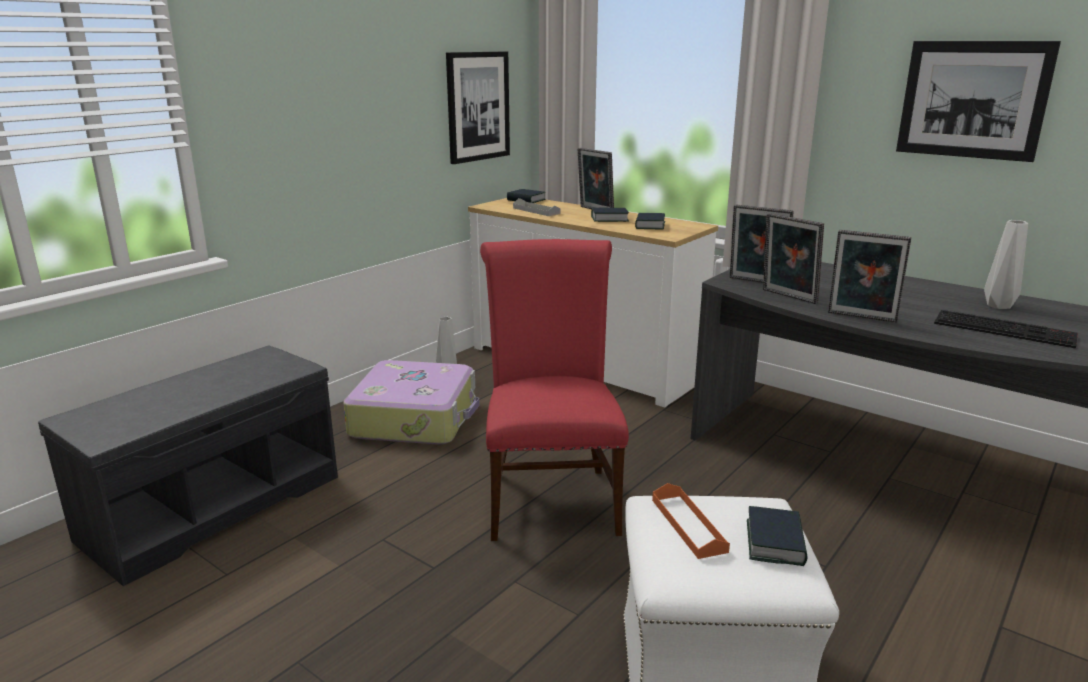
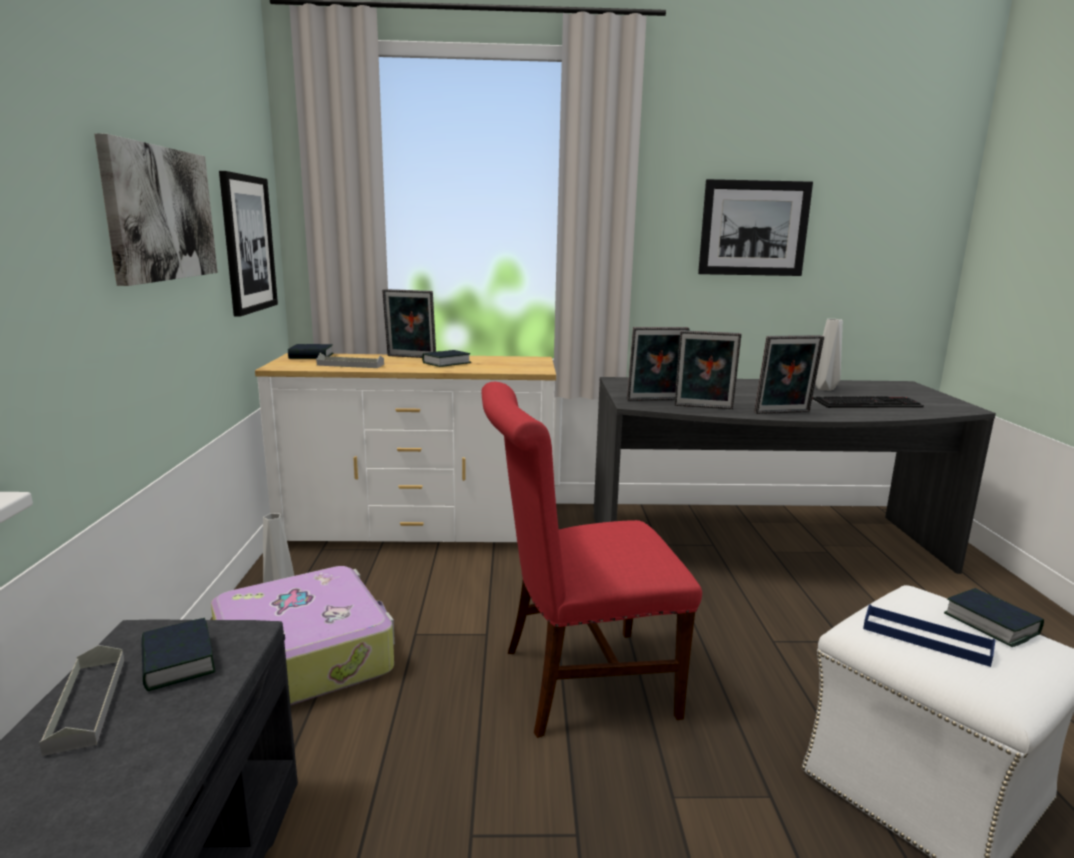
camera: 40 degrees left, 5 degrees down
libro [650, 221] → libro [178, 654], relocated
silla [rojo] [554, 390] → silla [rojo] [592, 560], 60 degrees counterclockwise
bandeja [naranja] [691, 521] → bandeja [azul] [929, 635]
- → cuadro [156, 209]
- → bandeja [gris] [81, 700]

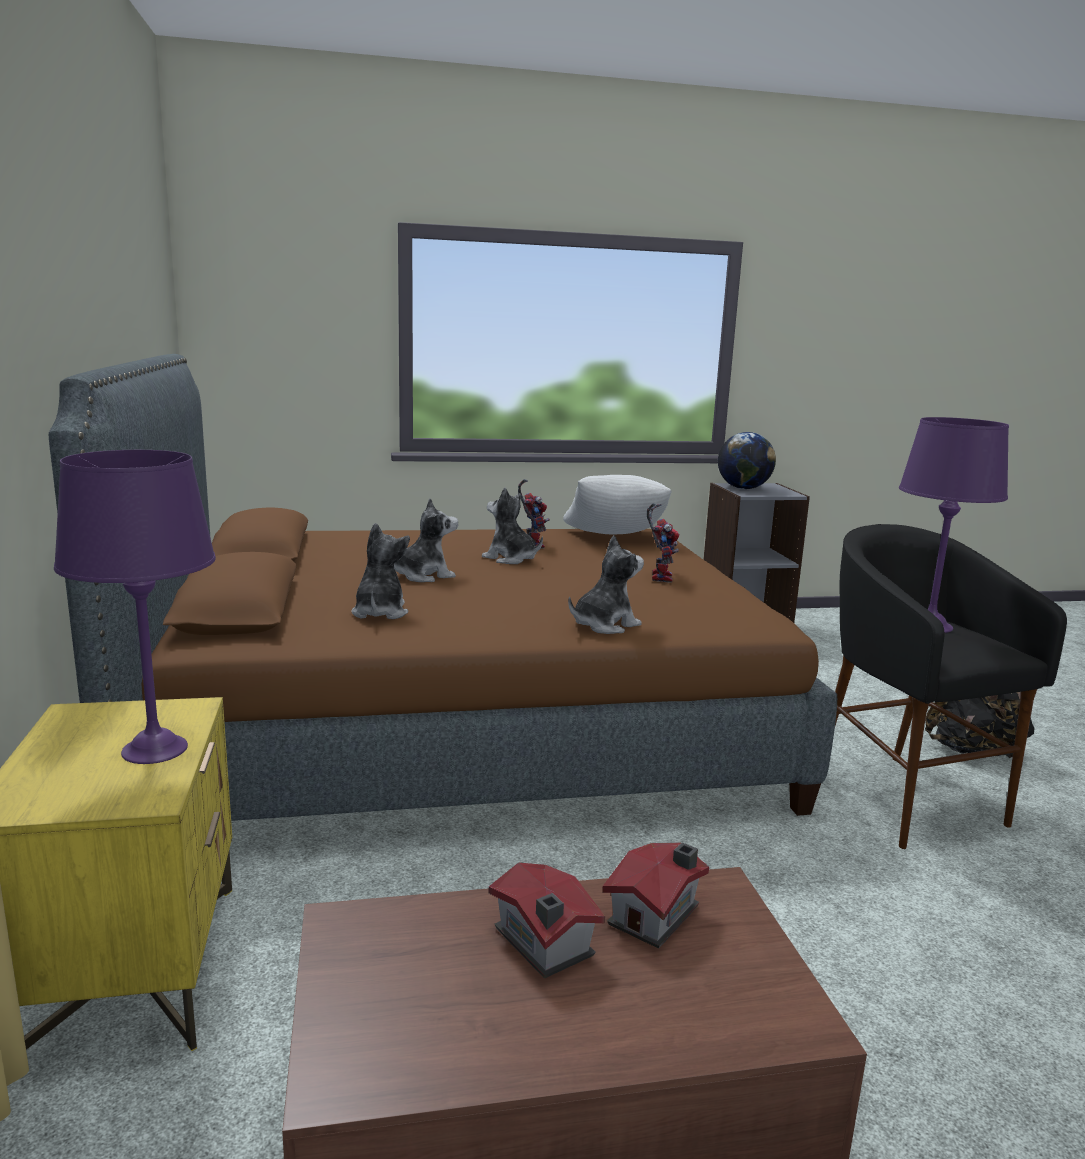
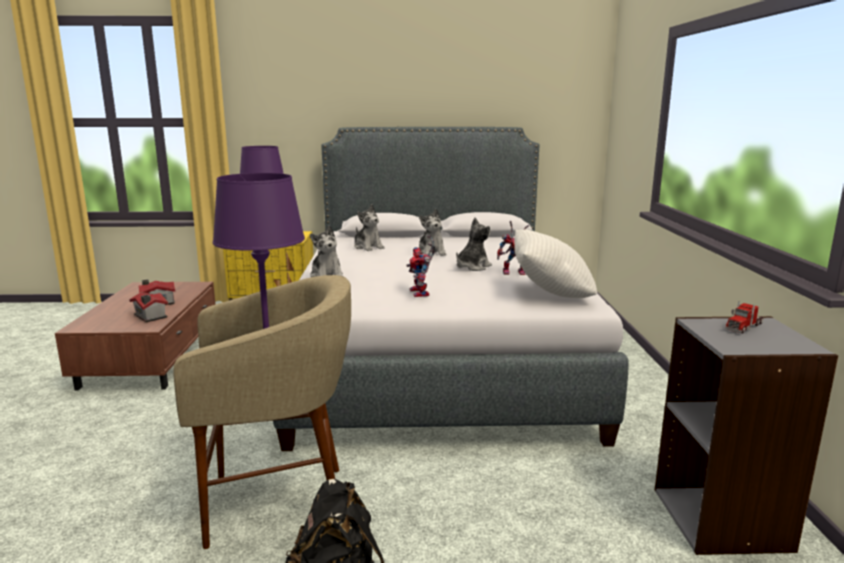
camera: 100 degrees right, 0 degrees up
cama [marrón] [443, 587] → cama [gris] [451, 289]
globo terráqueo [747, 460] → camión de juguete [744, 317]
robot de juguete [663, 543] → robot de juguete [420, 266], 60 degrees clockwise
peluche [381, 571] → peluche [369, 227], 45 degrees clockwise
taburete [negro] [951, 686] → taburete [beis] [262, 412]

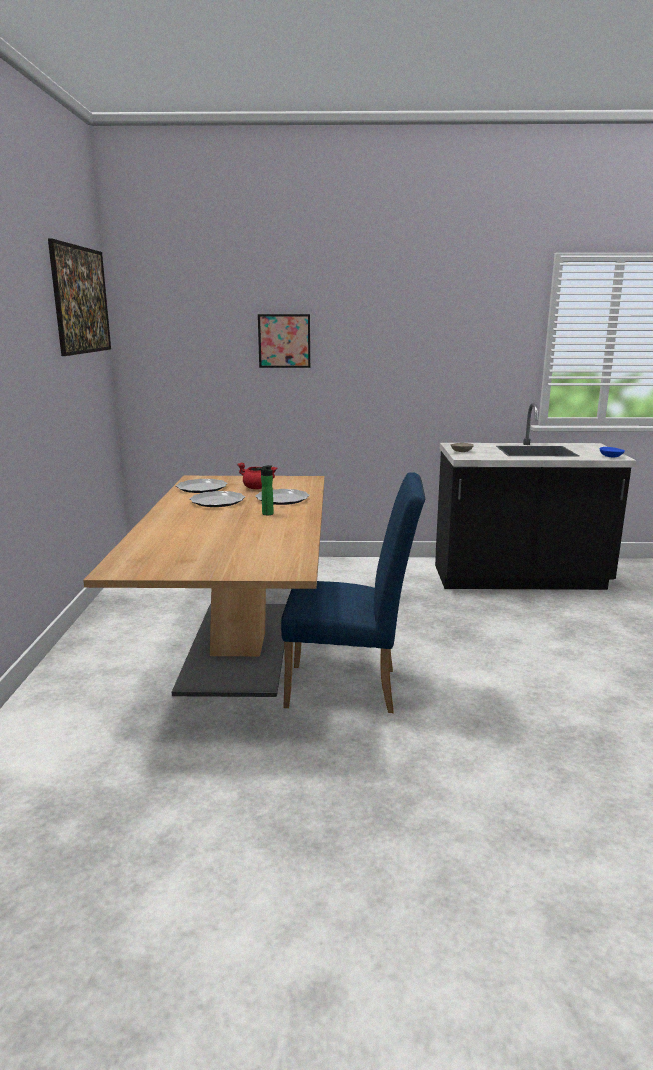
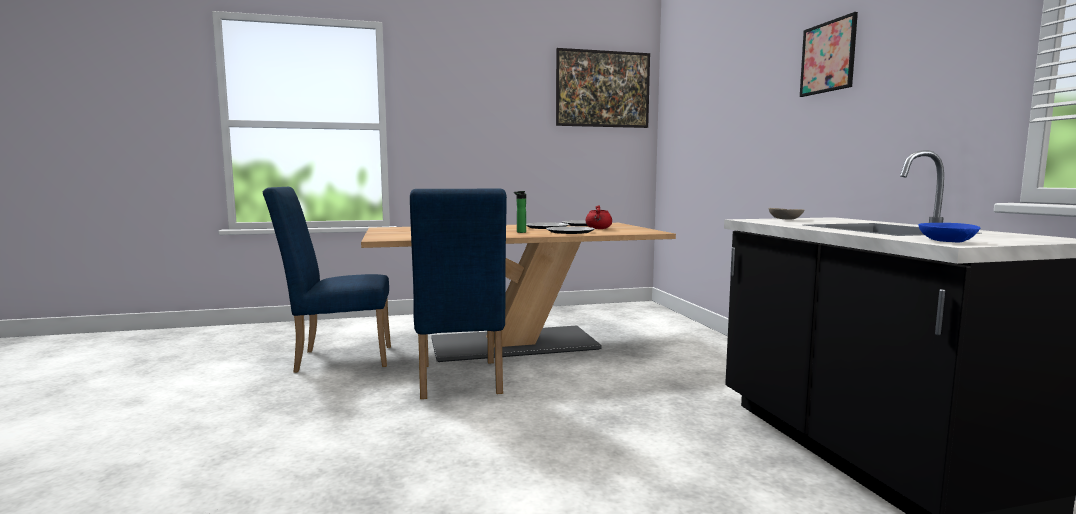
camera: 75 degrees right, 10 degrees down
cuadro [284, 341] → cuadro [829, 54], relocated
- → silla [azul] [327, 280]

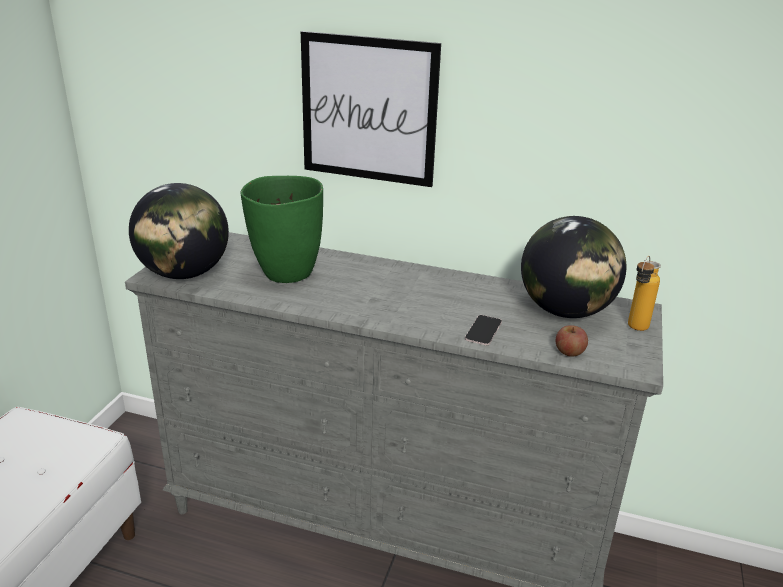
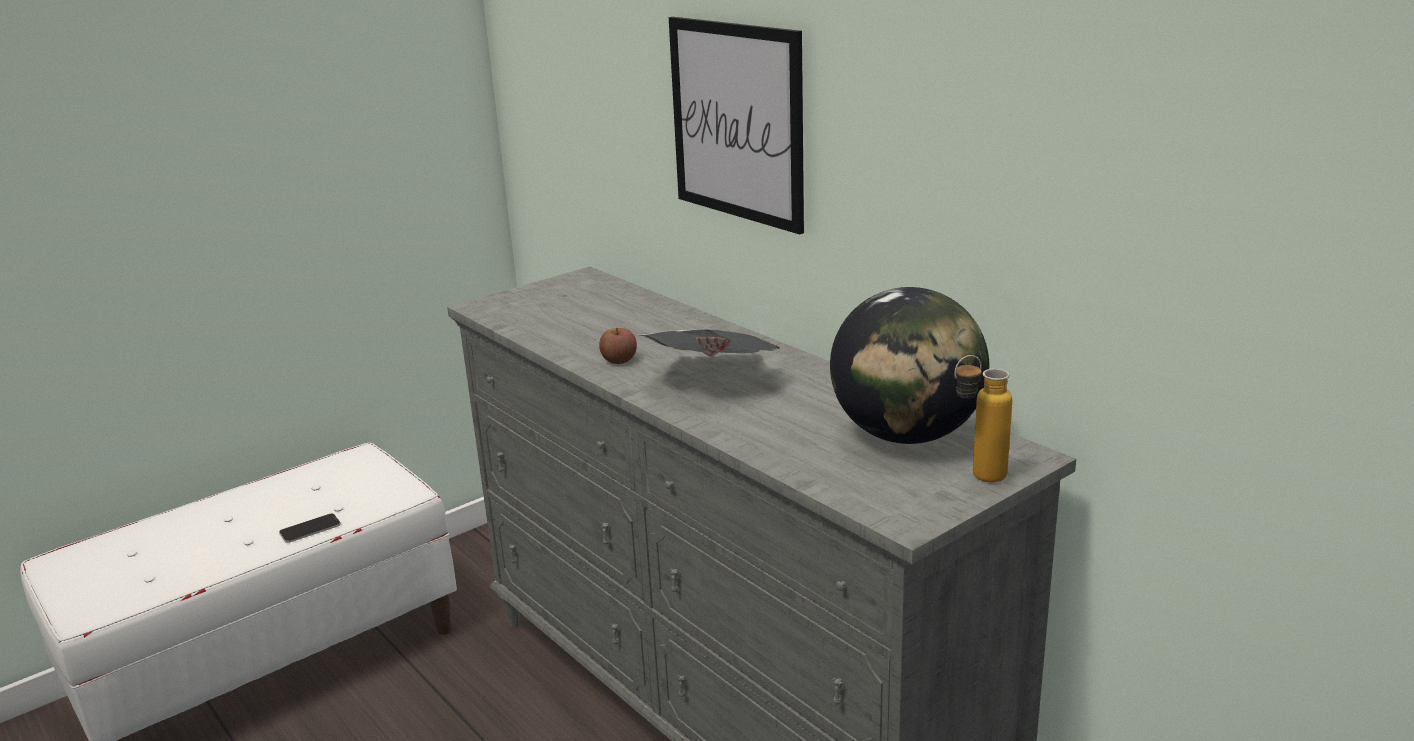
camera: 35 degrees right, 5 degrees down
florero [verde] [281, 229] → -
globo terráqueo [179, 231] → -
móvil [483, 330] → móvil [310, 528], relocated
manzana [572, 341] → manzana [618, 346], relocated
- → periódico [710, 342]

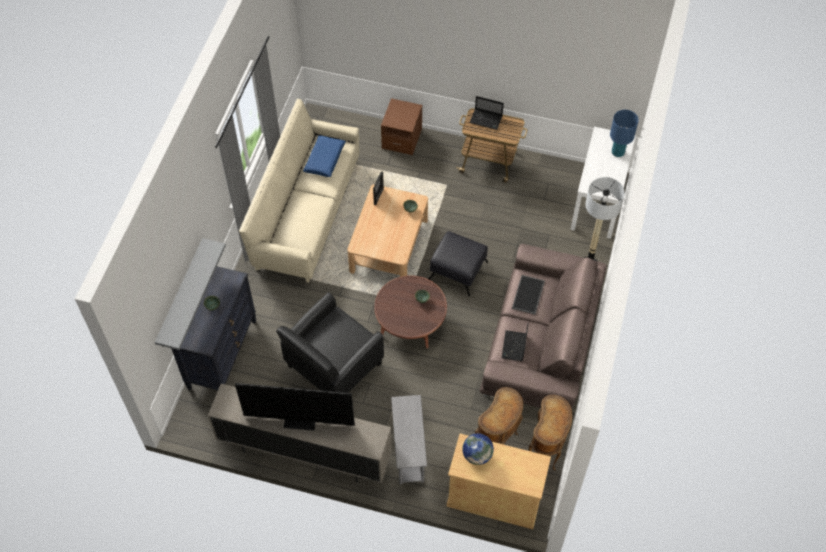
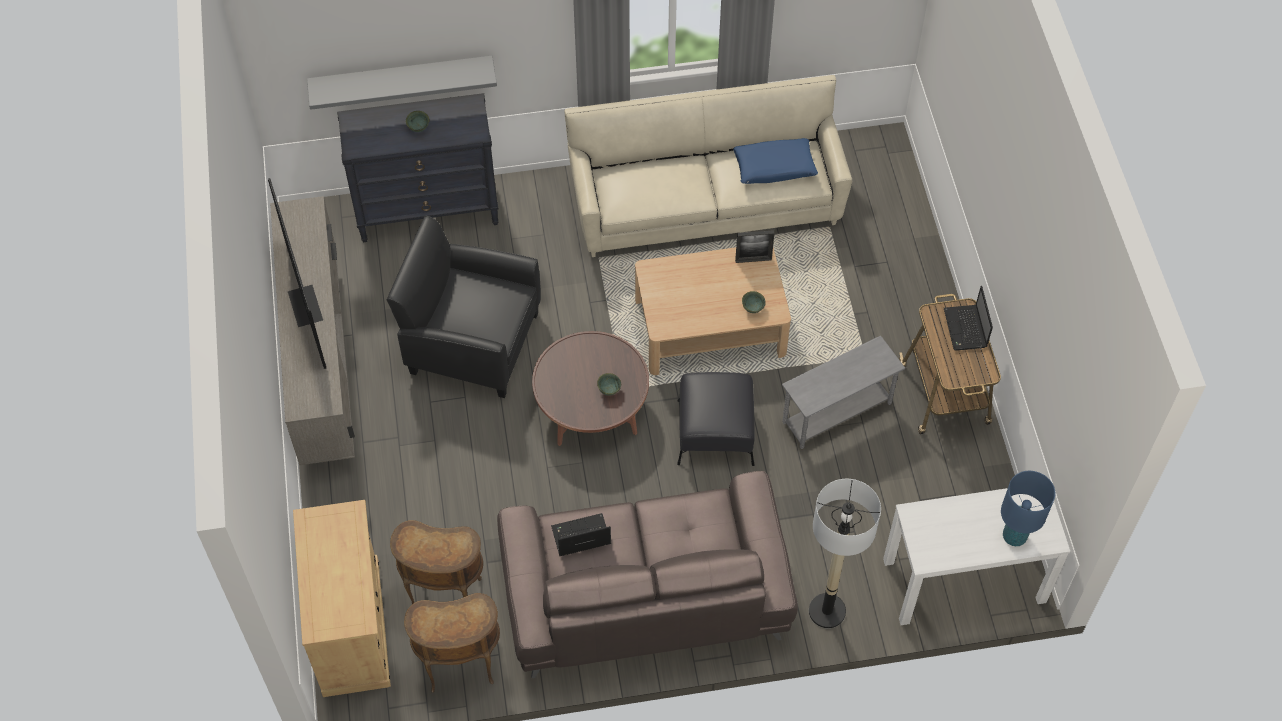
camera: 65 degrees right, 0 degrees up
mesita de noche [marrón] [401, 126] → -
bandeja [528, 294] → -
mesa auxiliar [gris] [409, 440] → mesa auxiliar [gris] [843, 392], relocated
globo terráqueo [478, 449] → -

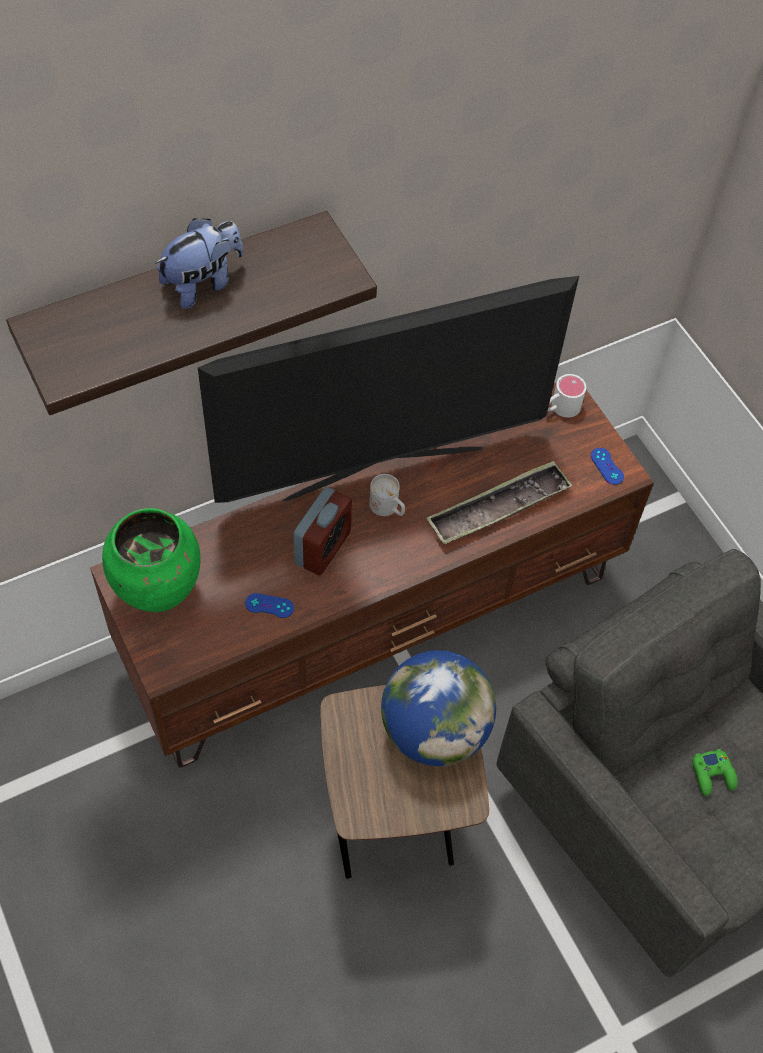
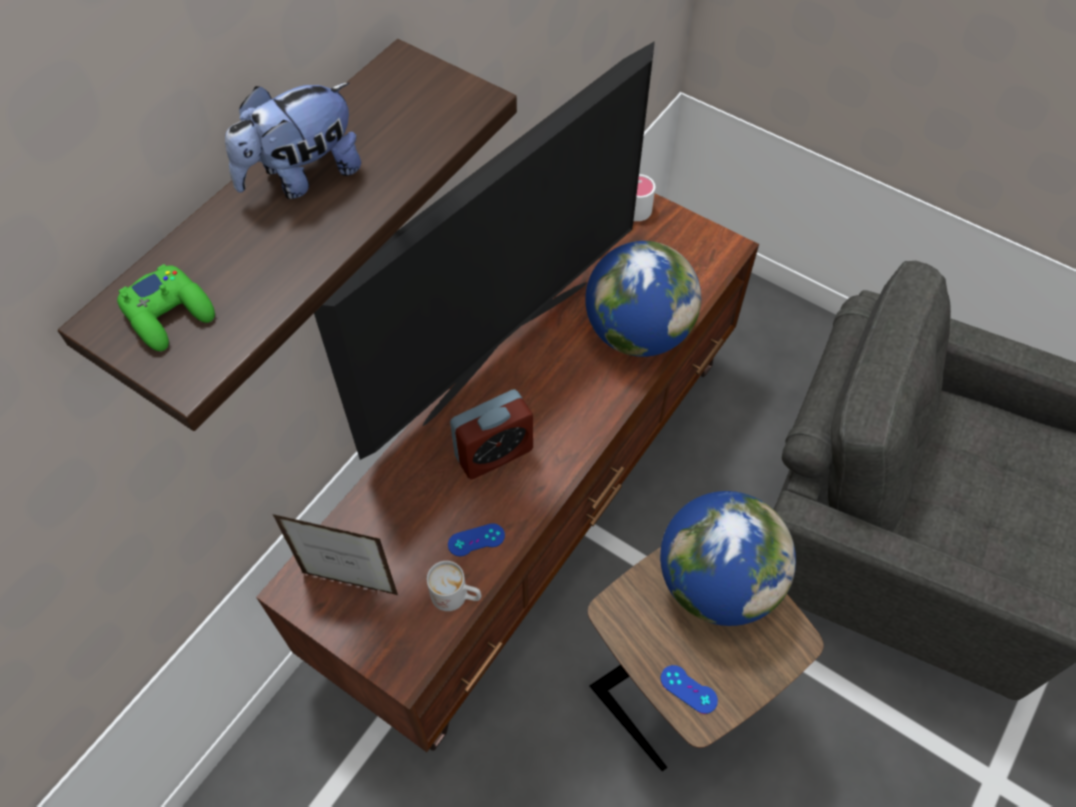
camera: 25 degrees left, 0 degrees up
peluche [199, 263] → peluche [293, 141], 150 degrees counterclockwise
mando de consola [azul] [607, 466] → mando de consola [azul] [689, 689], relocated
bandeja [499, 503] → globo terráqueo [643, 299]
taza grande [blanco] [387, 495] → taza grande [blanco] [454, 586], relocated
despertador [323, 531] → despertador [491, 434], 60 degrees clockwise
florero [verde] [151, 560] → portarretratos [335, 554]
mando de consola [verde] [715, 772] → mando de consola [verde] [166, 307], relocated

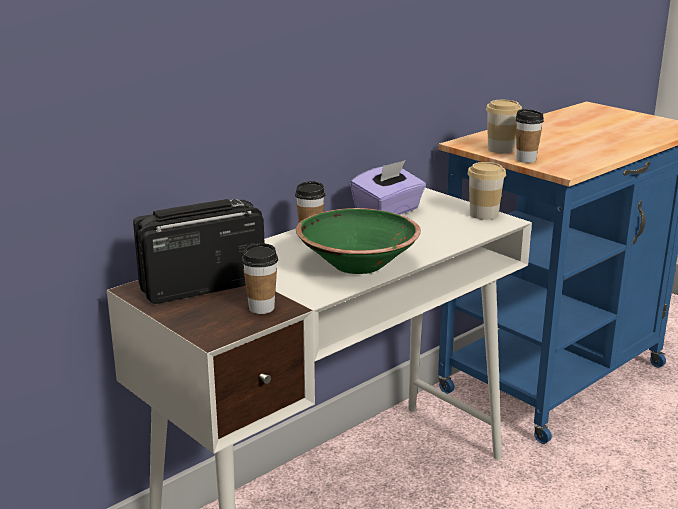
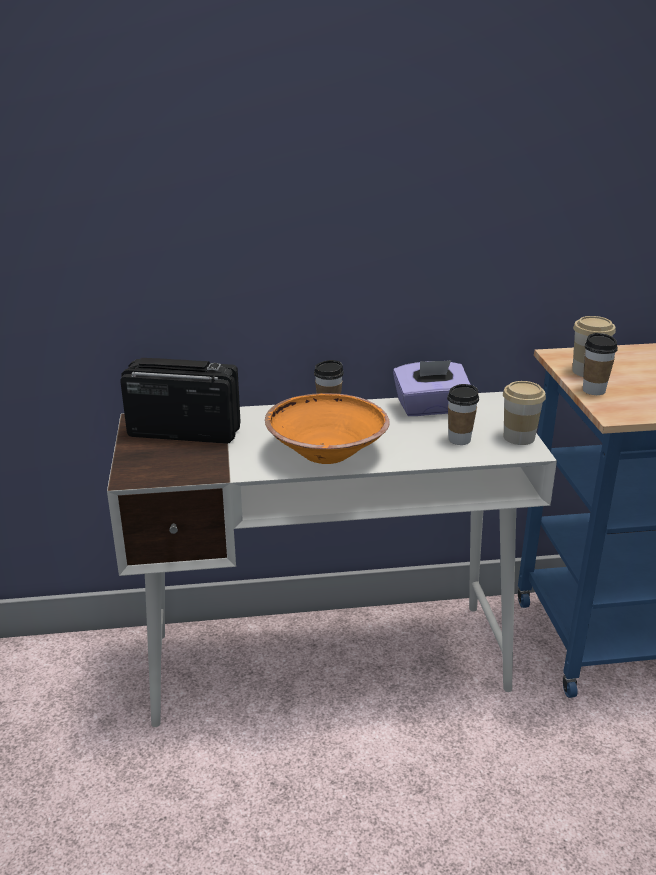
camera: 35 degrees right, 5 degrees up
cuenco [verde] [358, 241] → cuenco [naranja] [327, 428]
taza [260, 278] → taza [463, 414], relocated

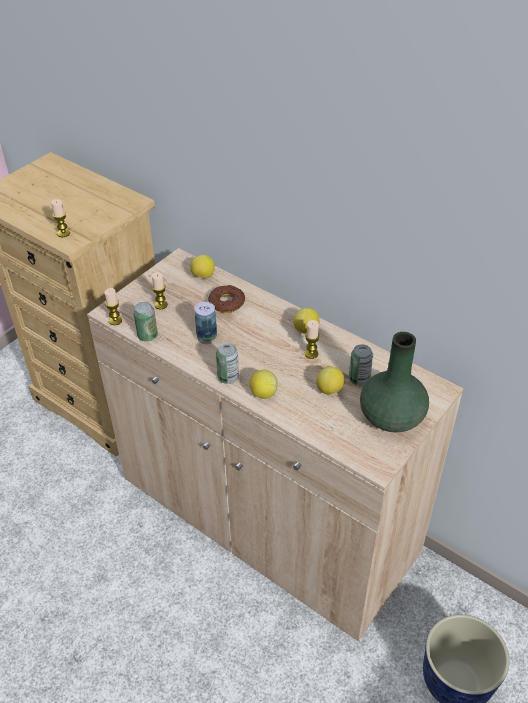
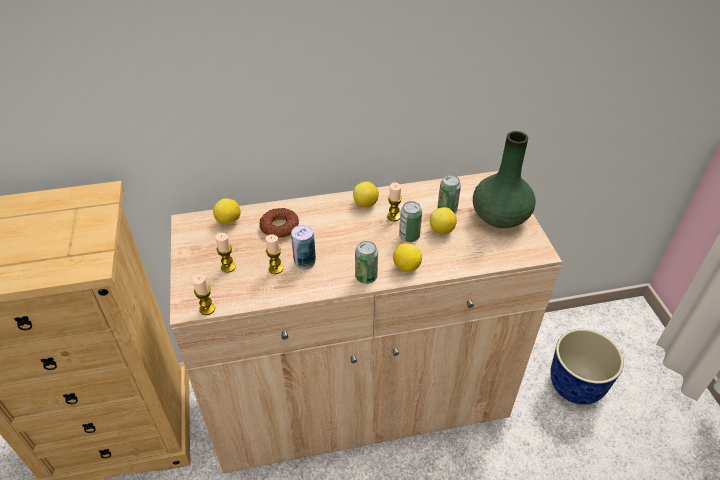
camera: 50 degrees left, 0 degrees up
vela [60, 218] → vela [274, 254], relocated
lata [146, 322] → lata [410, 221], relocated

